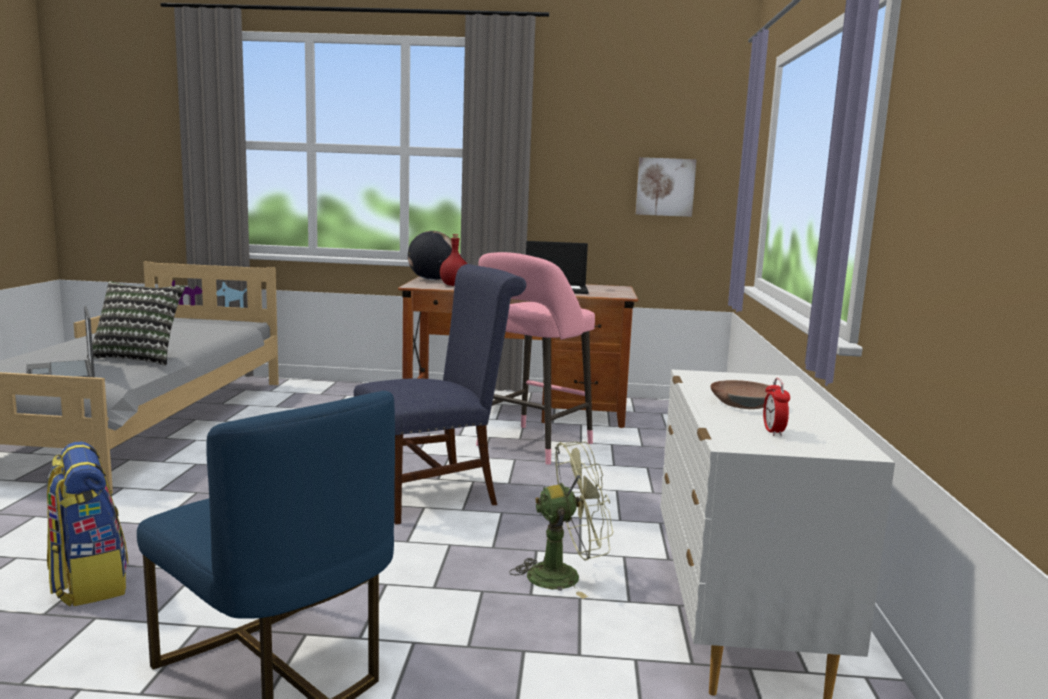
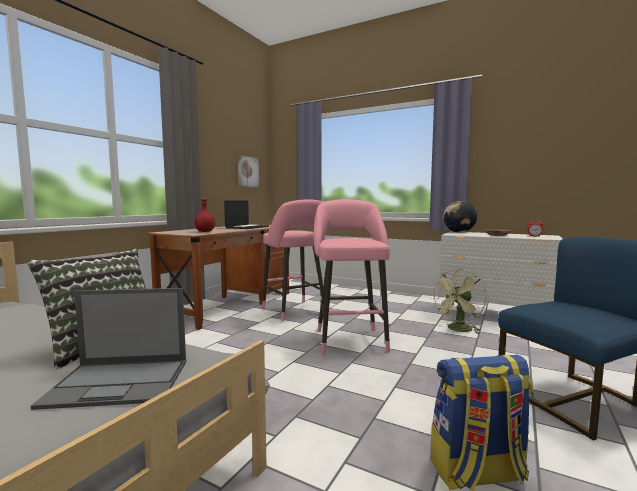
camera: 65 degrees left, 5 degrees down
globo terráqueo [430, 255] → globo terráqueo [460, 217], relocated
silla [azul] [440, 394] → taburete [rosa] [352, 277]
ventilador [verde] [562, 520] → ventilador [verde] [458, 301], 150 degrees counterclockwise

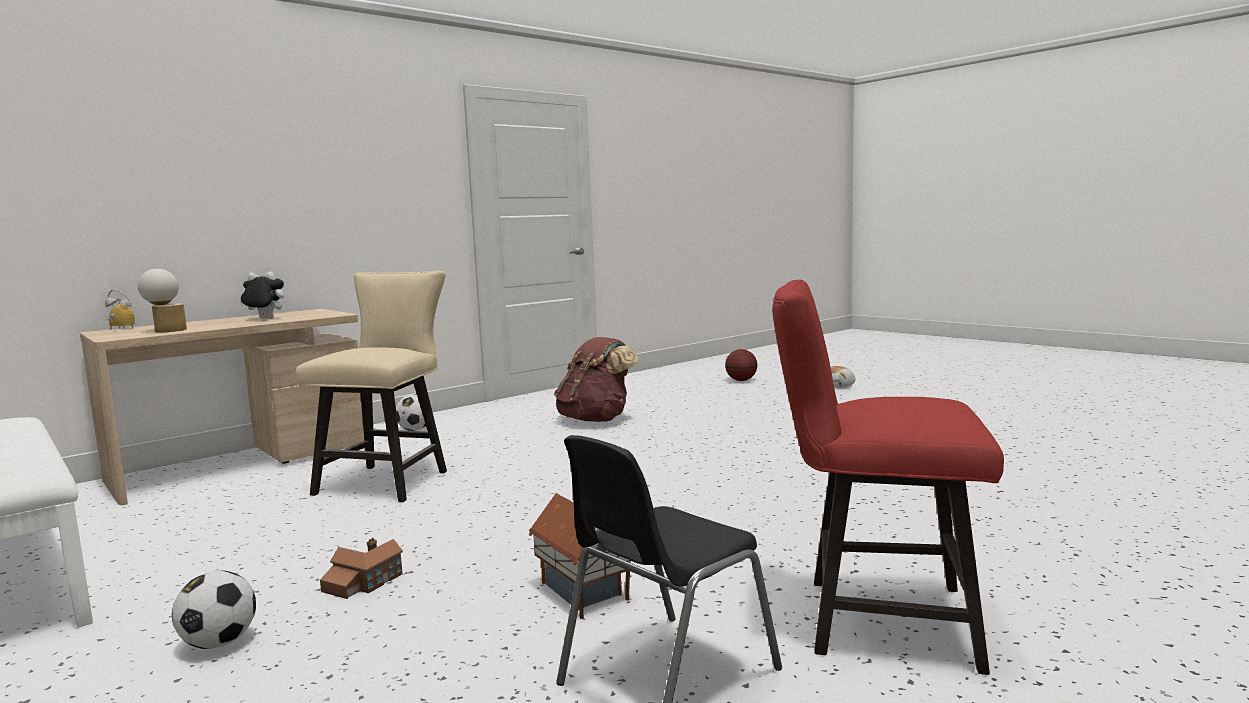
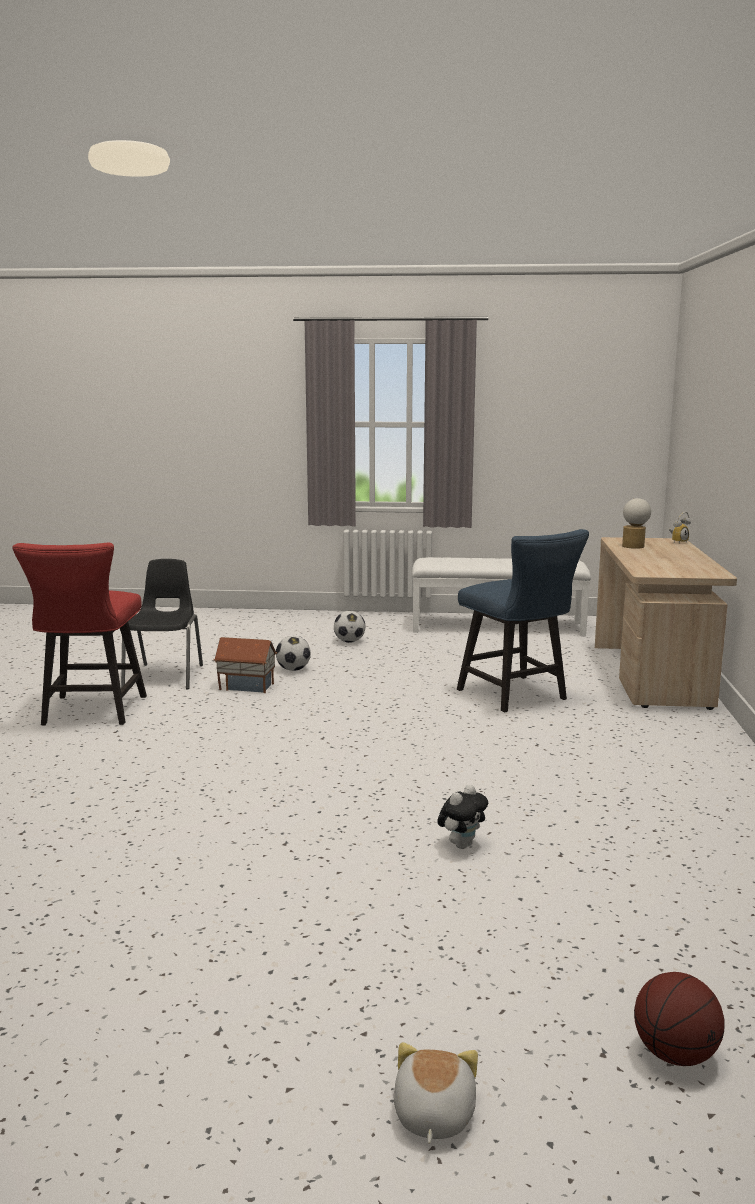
camera: 135 degrees right, 5 degrees up
peluche [262, 295] → peluche [462, 817], relocated
silla [beis] [371, 386] → silla [azul] [523, 621]
silla [rojo] [888, 477] → silla [rojo] [79, 634], 120 degrees clockwise
mochila [marrón] [596, 379] → -
balón de fútbol [414, 412] → balón de fútbol [293, 653], relocated
casita [361, 568] → -

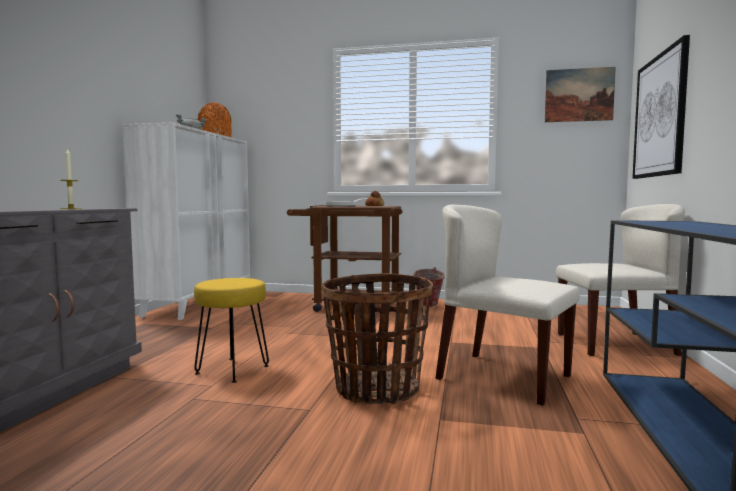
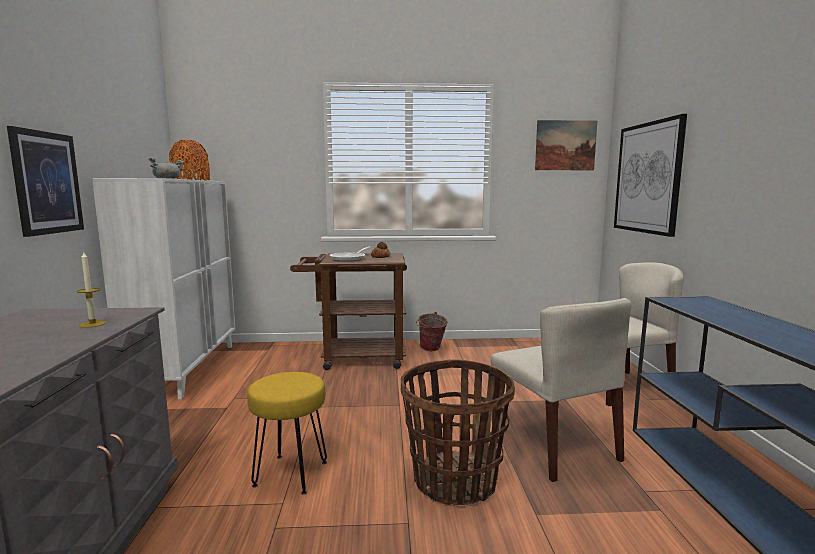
camera: 15 degrees left, 5 degrees up
silla [beis] [507, 305] → silla [beis] [561, 390], 135 degrees counterclockwise
- → cuadro [45, 181]

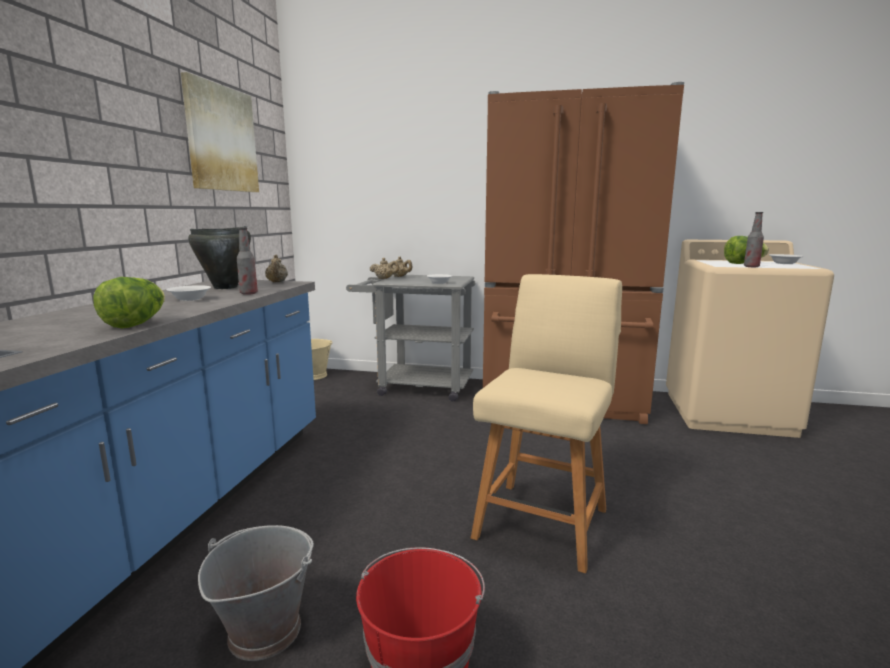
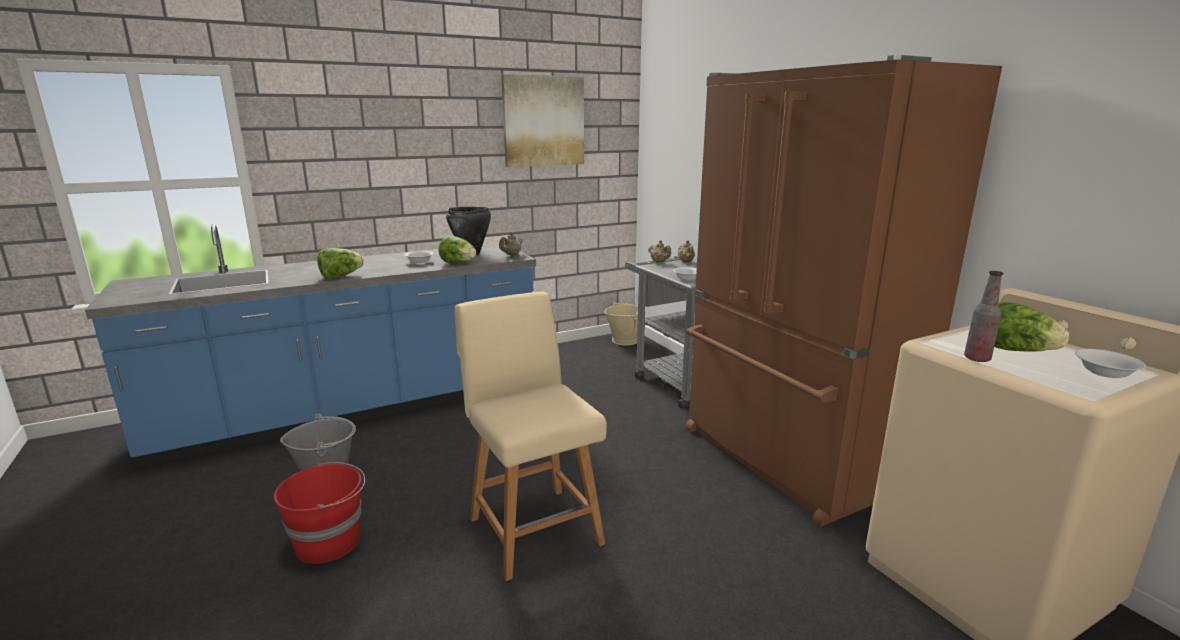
camera: 50 degrees right, 5 degrees up
botella [247, 261] → lechuga [457, 249]
silla [beis] [546, 423] → silla [beis] [531, 436], 105 degrees counterclockwise

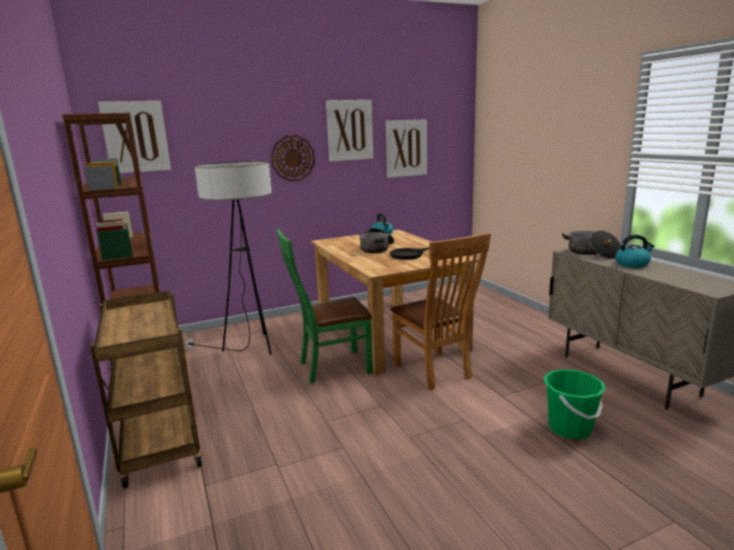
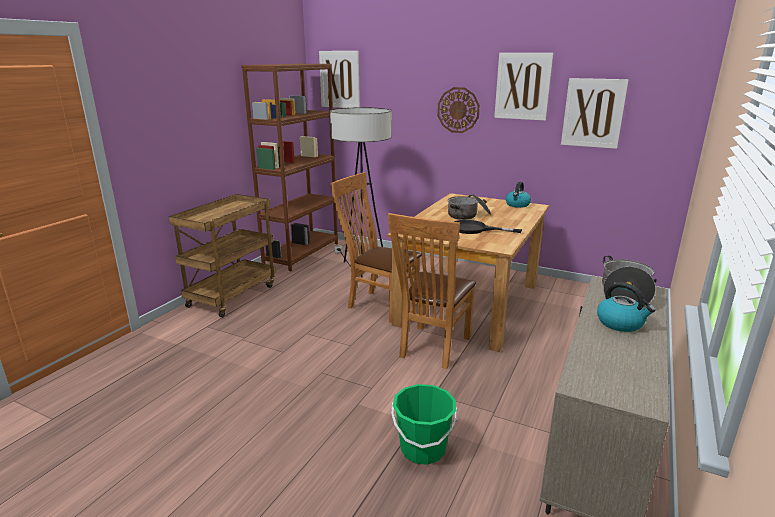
camera: 50 degrees right, 5 degrees up
silla [verde] [324, 306] → silla [marrón] [376, 247]

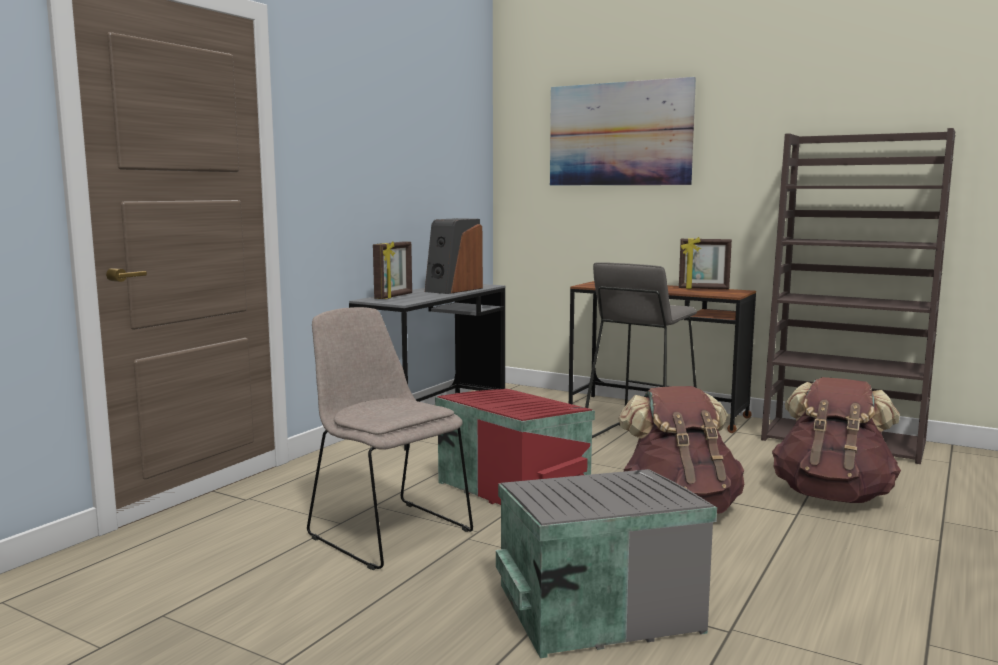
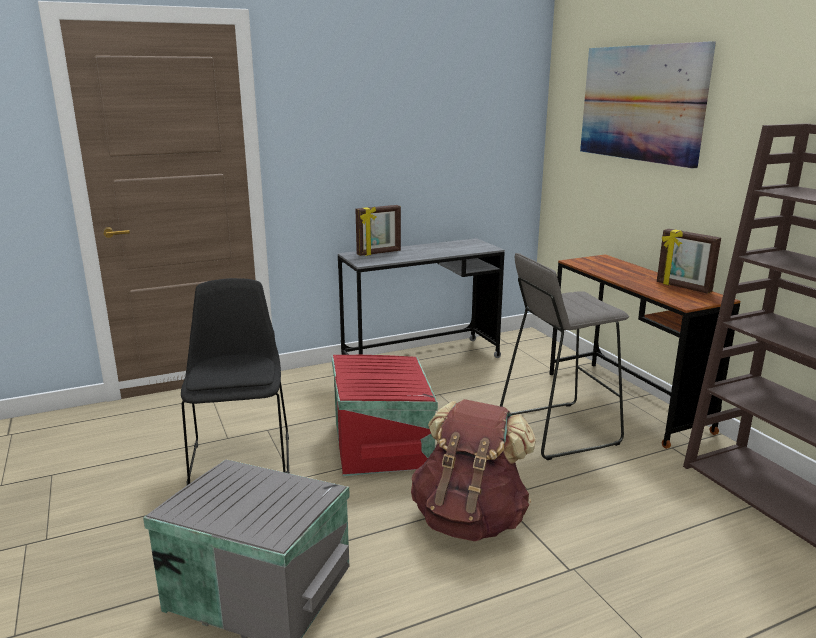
camera: 35 degrees right, 10 degrees up
altavoz [454, 256] → -
silla [beis] [390, 438] → silla [negro] [235, 381]
mochila [marrón] [836, 440] → -

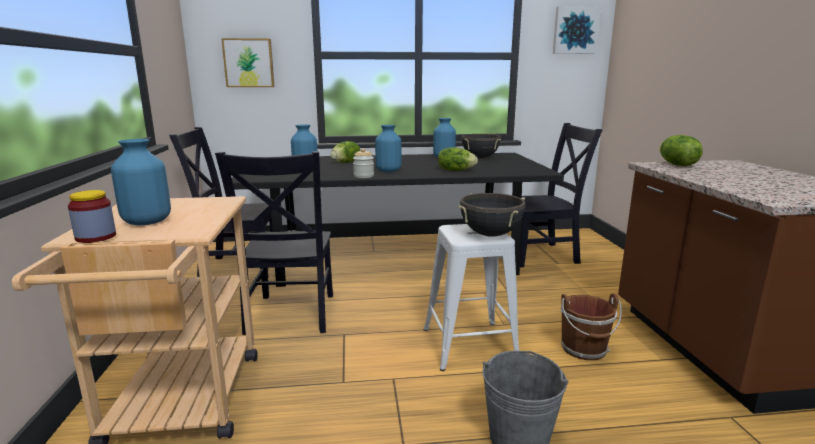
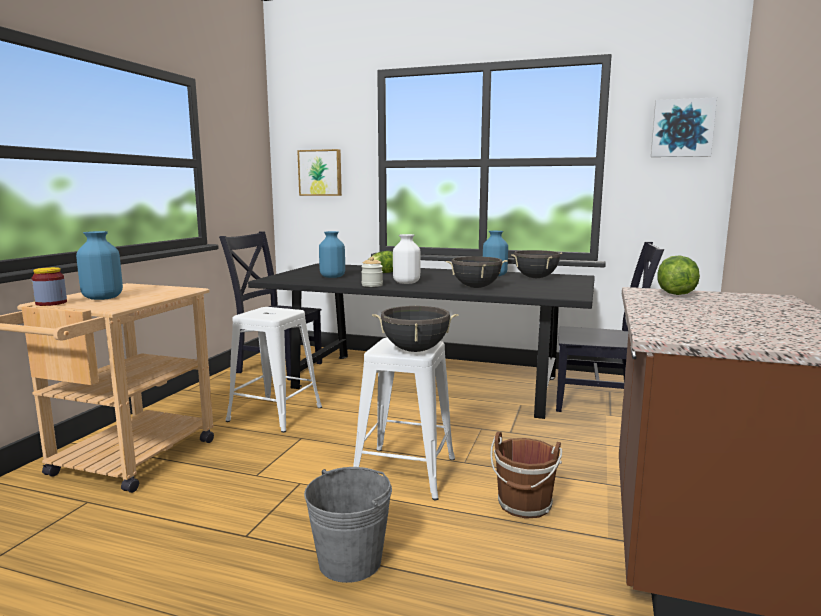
camera: 25 degrees right, 5 degrees down
florero [azul] [388, 148] → florero [blanco] [406, 259]
lechuga [458, 159] → olla [negro] [477, 272]
silla [negro] [274, 243] → taburete [blanco] [274, 370]

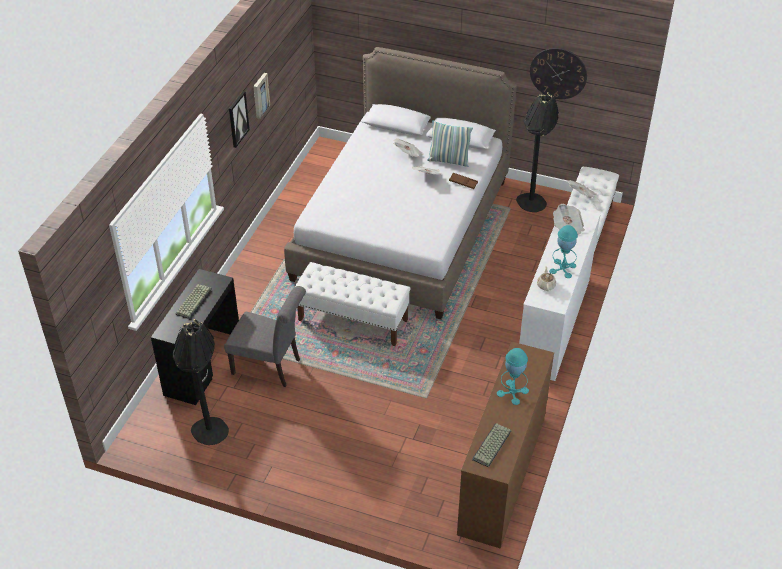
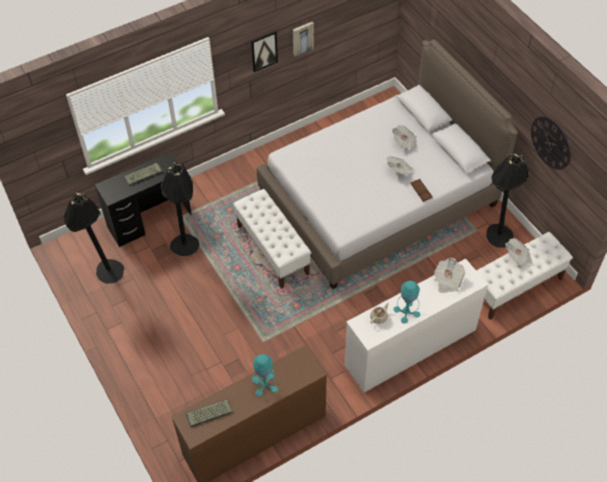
camera: 40 degrees right, 10 degrees up
cojín [450, 144] → -
silla [gris] [265, 336] → lámpara de pie [negro] [180, 209]

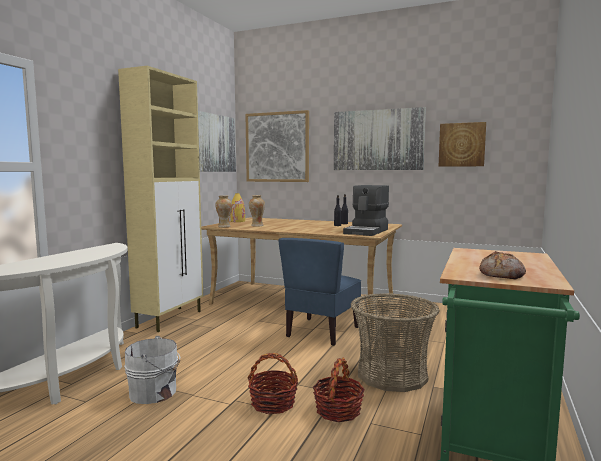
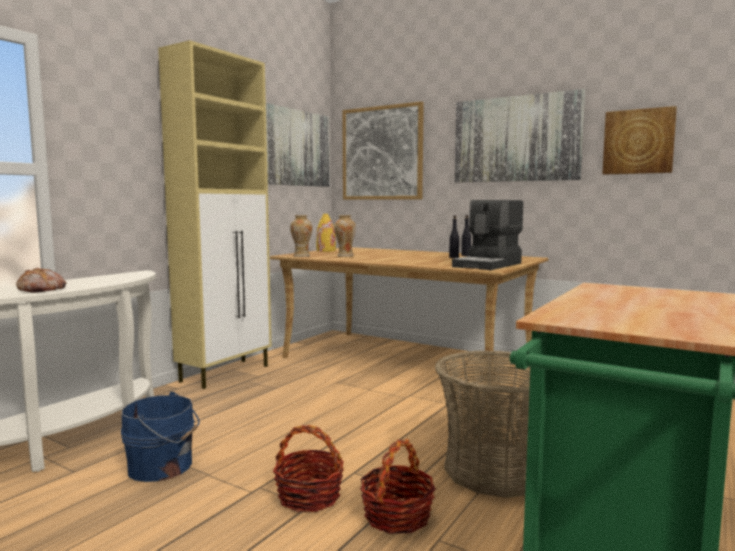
camera: 10 degrees right, 0 degrees up
silla [azul] [319, 292] → -
pan [502, 265] → pan [41, 280], relocated
cubo [blanco] [152, 370] → cubo [azul] [160, 437]

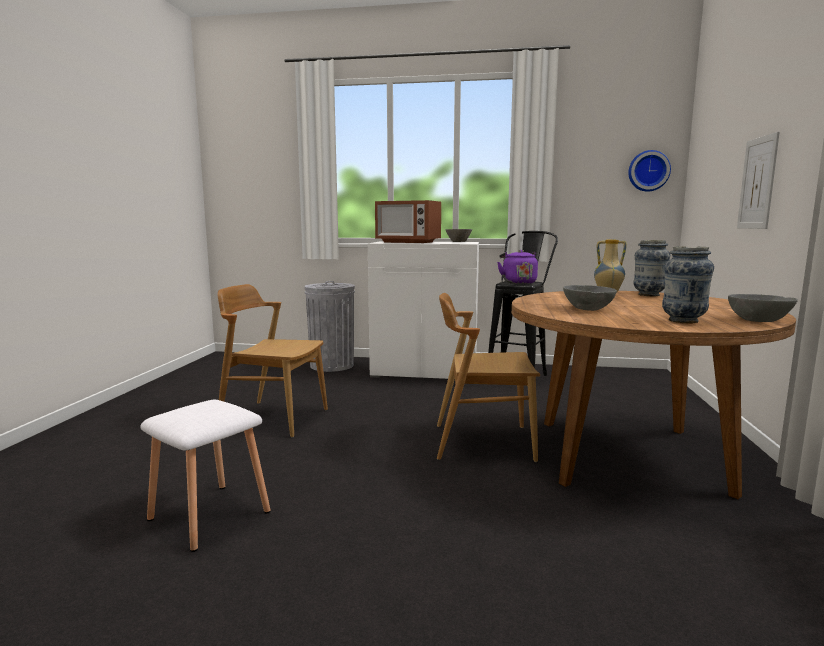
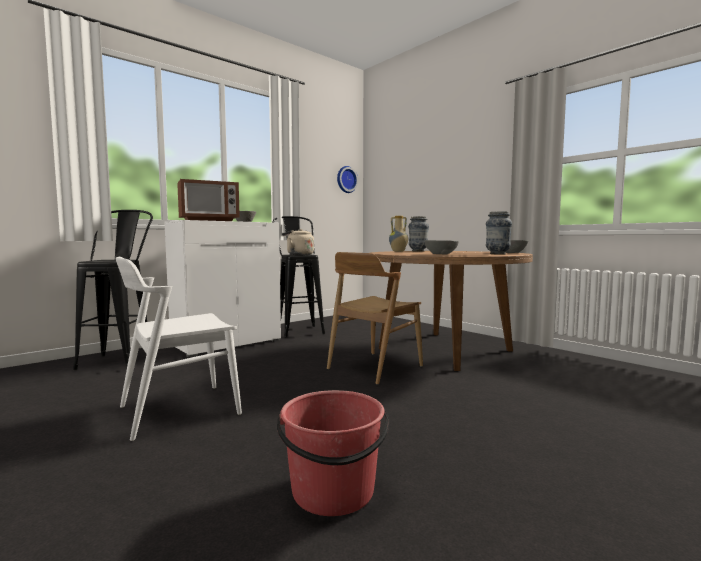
camera: 50 degrees left, 5 degrees down
cuadro [758, 180] → -
hervidor [morado] [517, 267] → hervidor [beis] [298, 242]
papelera [gris] [329, 326] → taburete [negro] [113, 290]
silla [marrón] [272, 360] → silla [blanco] [179, 349]
taburete [blanco] [205, 476] → cubo [rojo] [333, 453]

